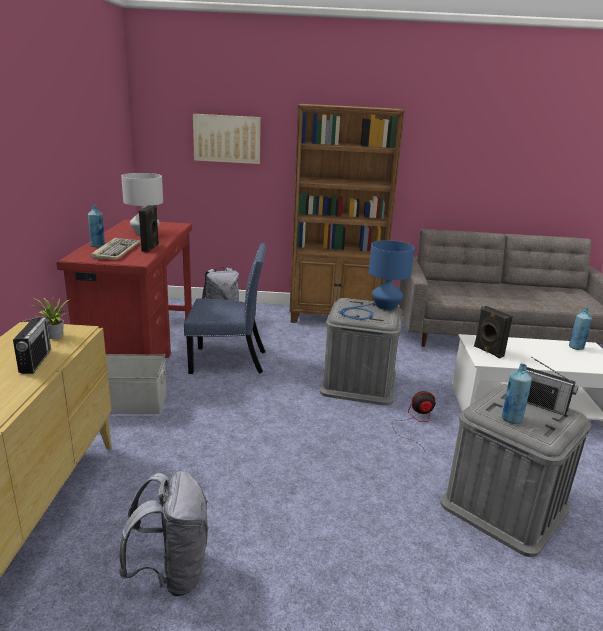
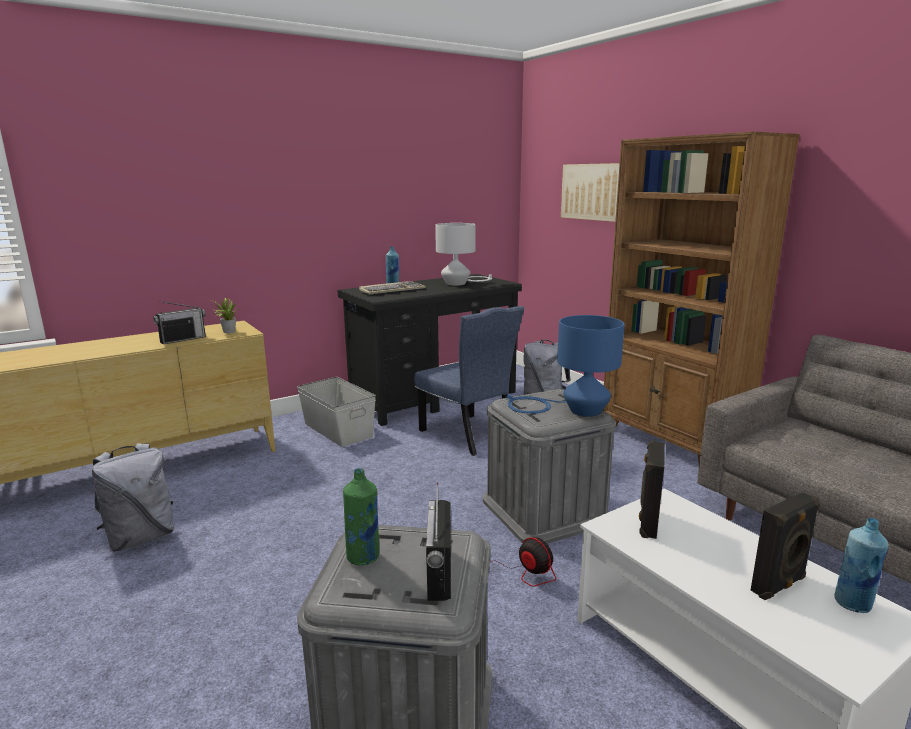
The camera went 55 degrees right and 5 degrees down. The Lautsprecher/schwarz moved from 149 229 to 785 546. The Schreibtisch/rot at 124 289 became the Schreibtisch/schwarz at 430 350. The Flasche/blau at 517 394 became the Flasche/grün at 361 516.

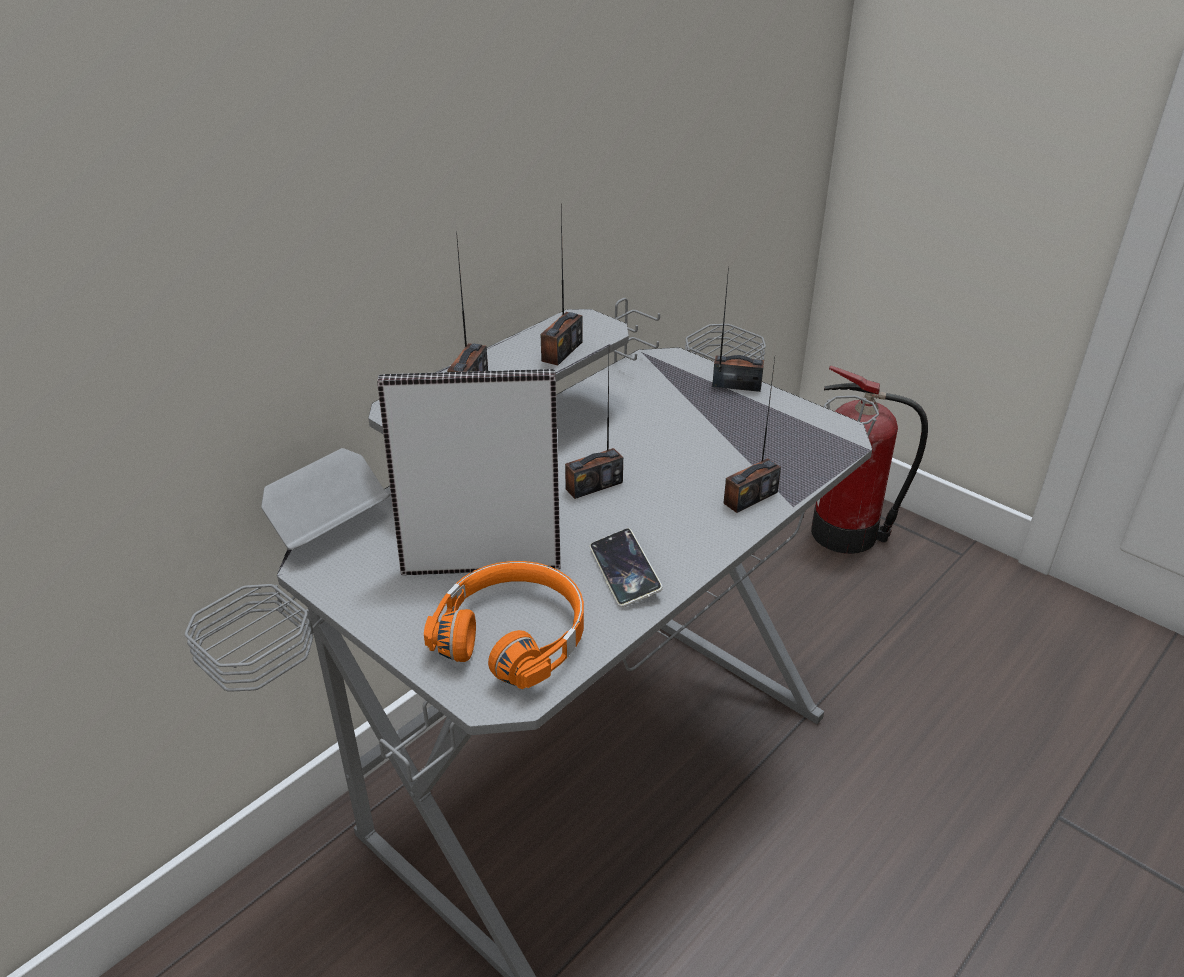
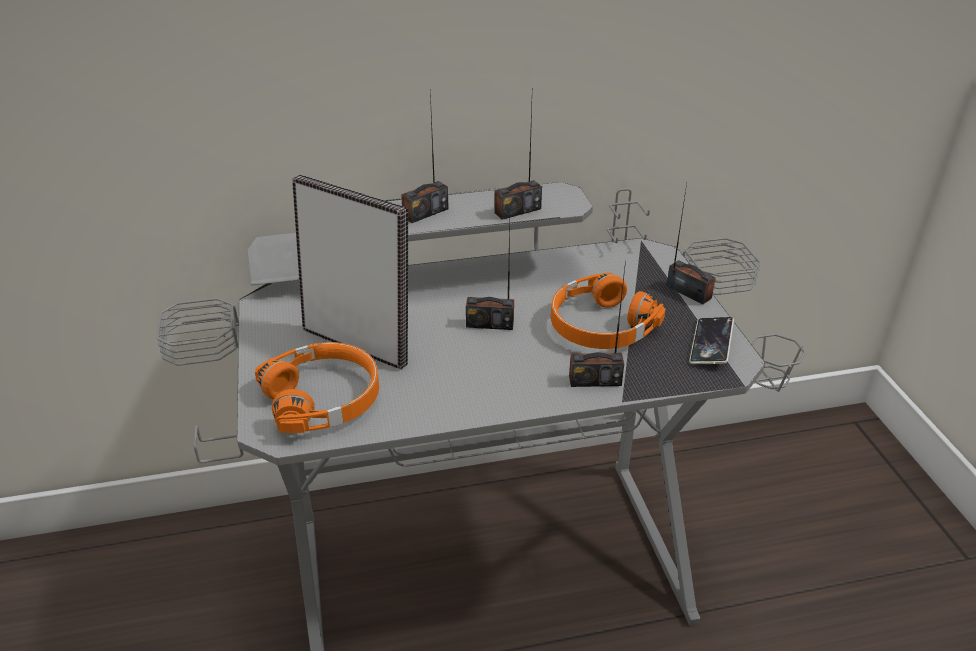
The camera went 35 degrees right and 0 degrees up. The Feuerlöscher at 869 460 disappeared. The Kopfhörer/orange at 608 311 appeared. The Handy moved from 626 567 to 711 340.

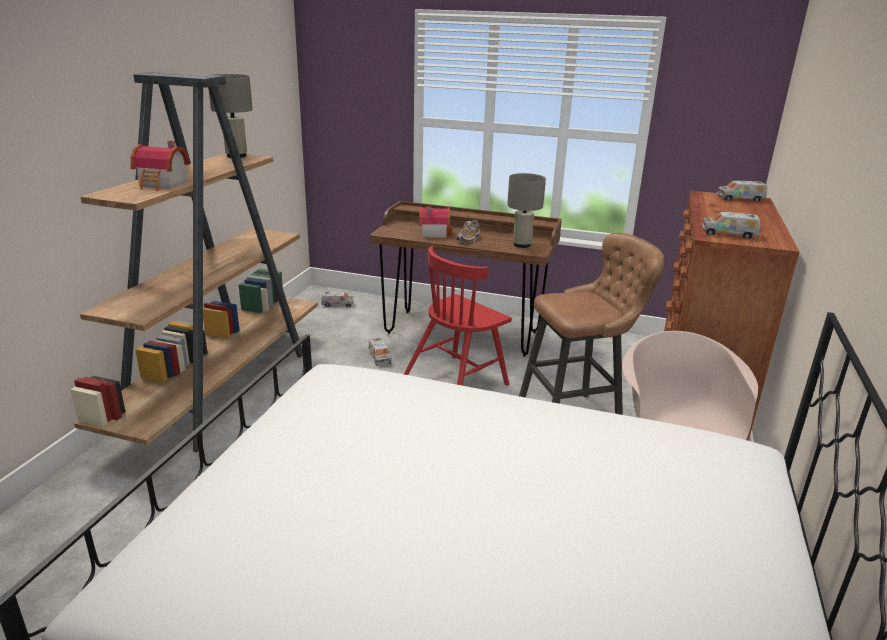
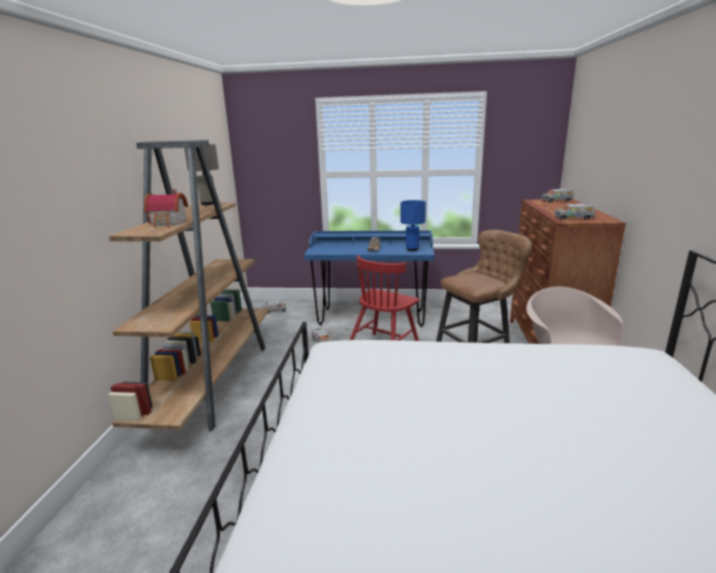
The camera went 10 degrees left and 5 degrees down. The Spielzeughaus at 435 222 disappeared. The Schreibtisch/braun at 466 278 became the Schreibtisch/blau at 369 278. The Tischlampe/grau at 526 210 became the Tischlampe/blau at 413 225.

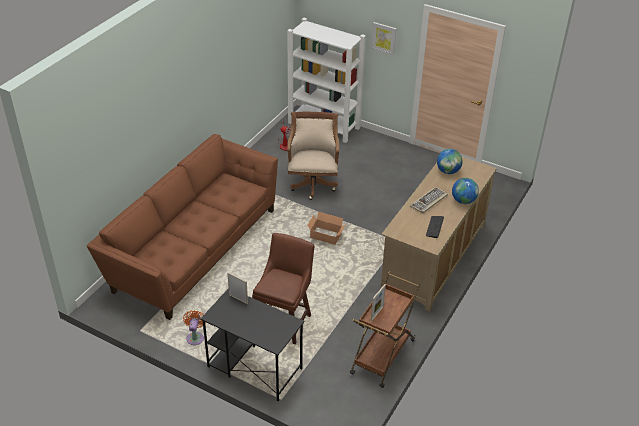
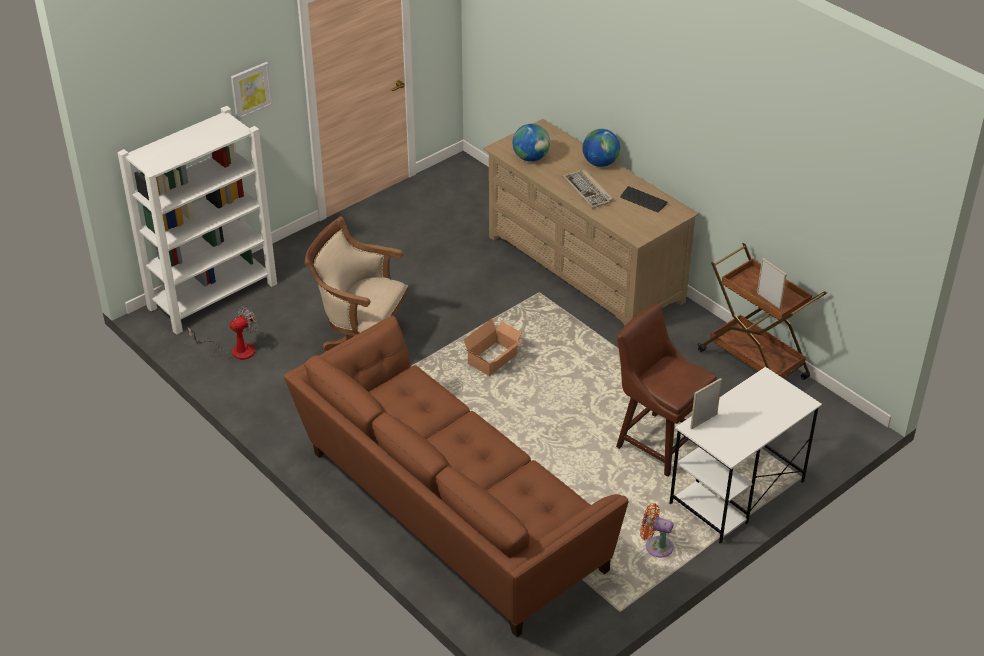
The camera went 70 degrees left and 0 degrees up. The Schreibtisch/schwarz at 252 344 became the Schreibtisch/weiß at 745 455.

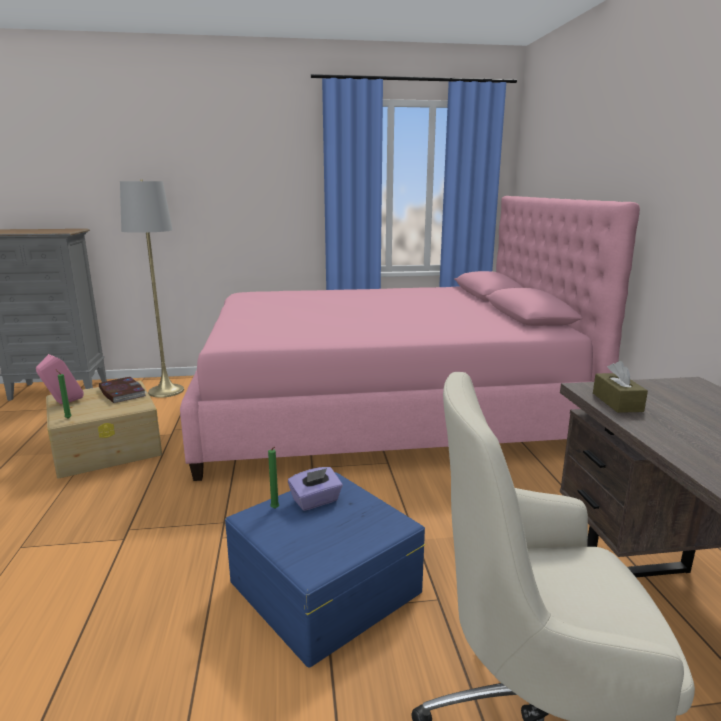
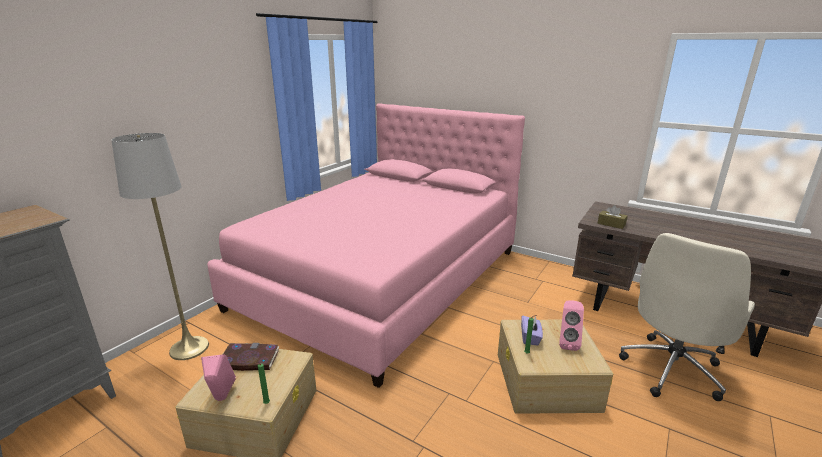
The camera went 50 degrees left and 5 degrees up. The Lautsprecher/rosa at 571 325 appeared. The Aufbewahrungsbox/blau at 325 569 became the Aufbewahrungsbox/beige at 555 367.

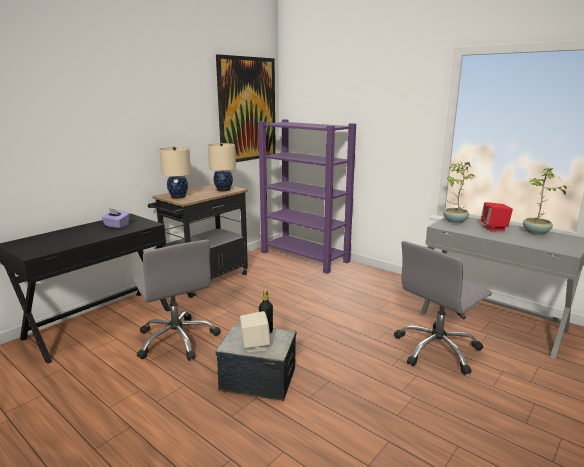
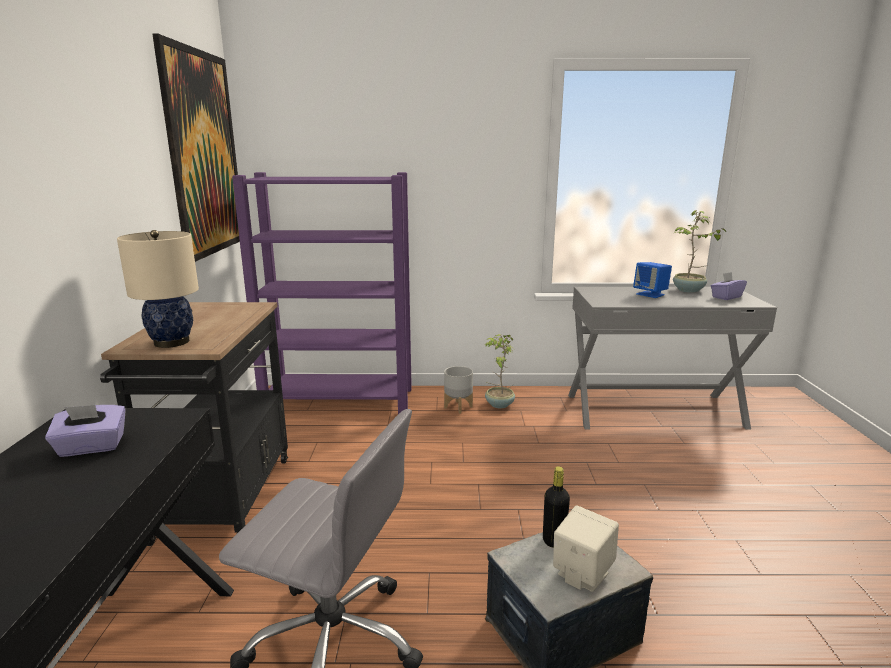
The camera went 40 degrees left and 0 degrees up. The Tischlampe/beige at 222 167 disappeared. The Bürostuhl/grau at 443 308 disappeared. The Pflanzkübel/grau at 458 390 appeared. The Taschentuchbox/lila at 729 286 appeared. The Topfpflanze moved from 459 192 to 500 371. The Lautsprecher/rot at 496 216 became the Lautsprecher/blau at 652 280.

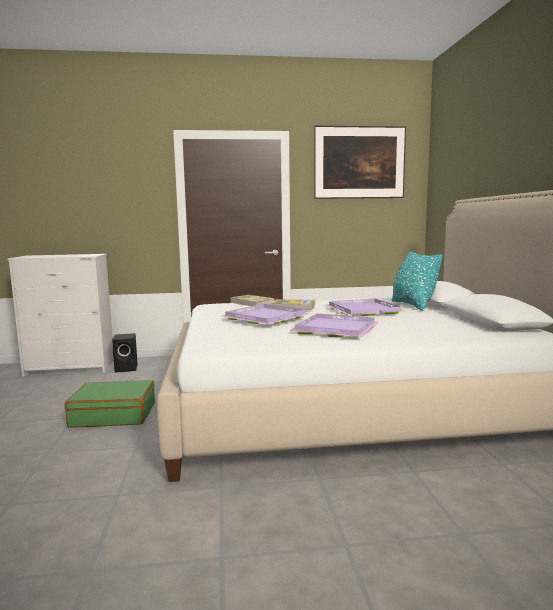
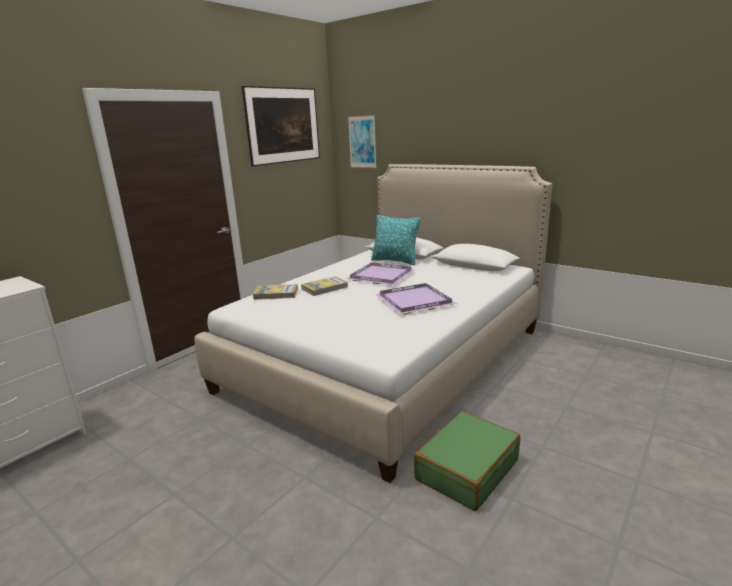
The camera went 45 degrees left and 10 degrees up. The Lautsprecher/schwarz at 125 352 disappeared. The Tablett/lila at 266 314 disappeared. The Bild at 362 141 appeared. The Koffer/grün moved from 110 404 to 467 461.

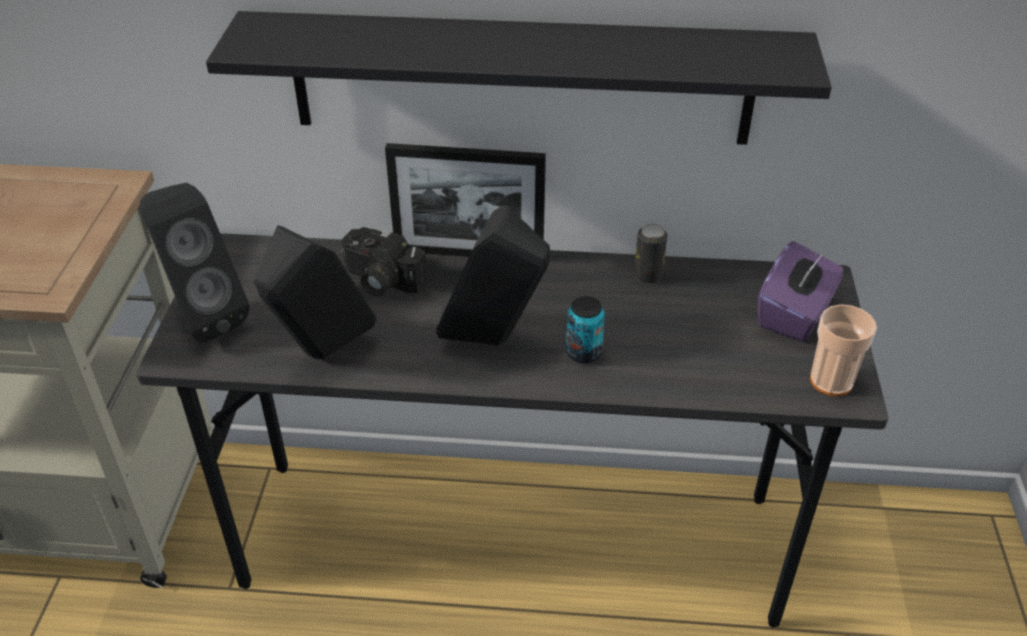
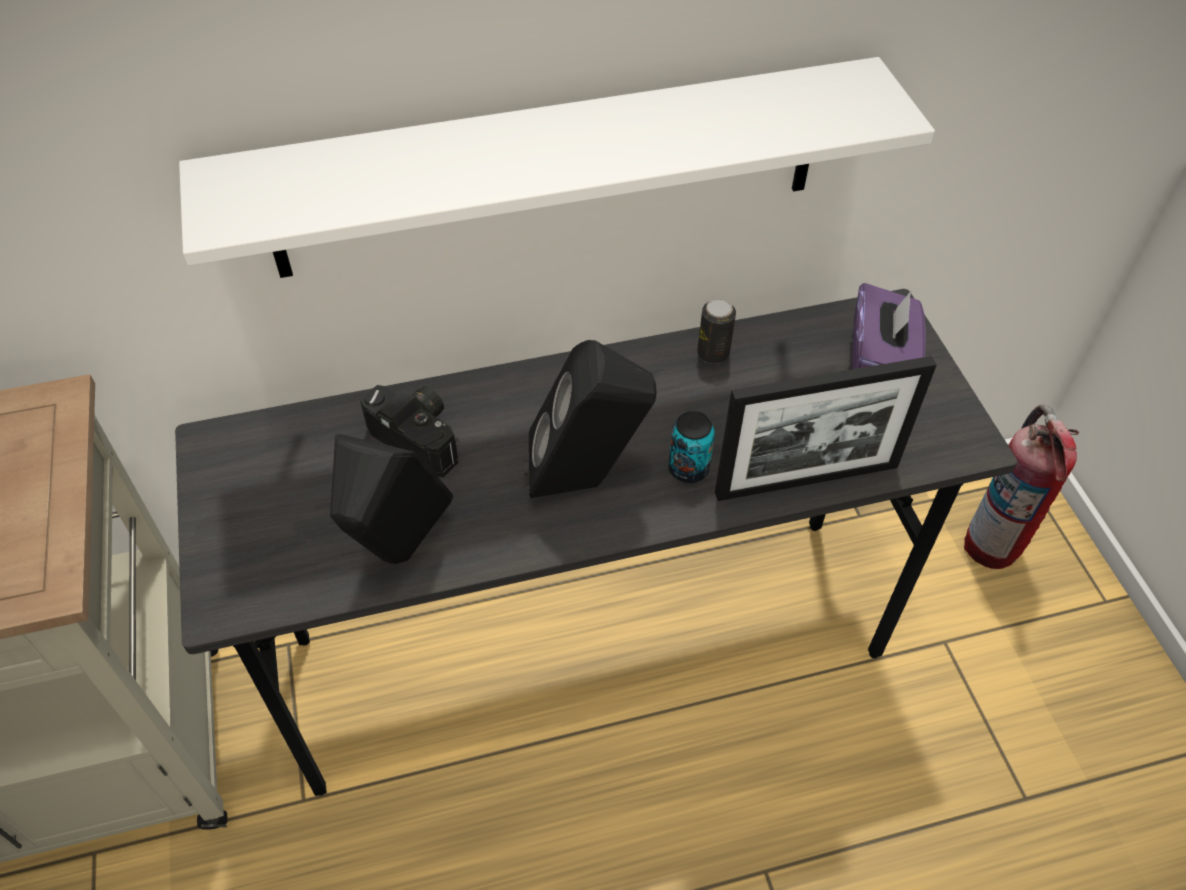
The camera went 20 degrees left and 10 degrees up. The Lautsprecher/schwarz at 194 263 disappeared. The Tasse at 843 350 disappeared. The Feuerlöscher at 1021 487 appeared. The Bilderrahmen moved from 465 200 to 826 428. The Wandregal/schwarz at 519 78 became the Wandregal/weiß at 557 167. The Kamera at 384 261 turned 150 degrees counterclockwise.

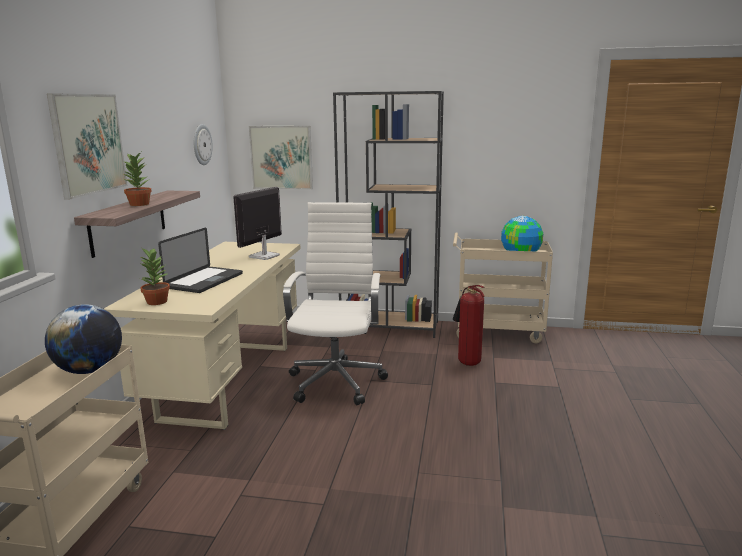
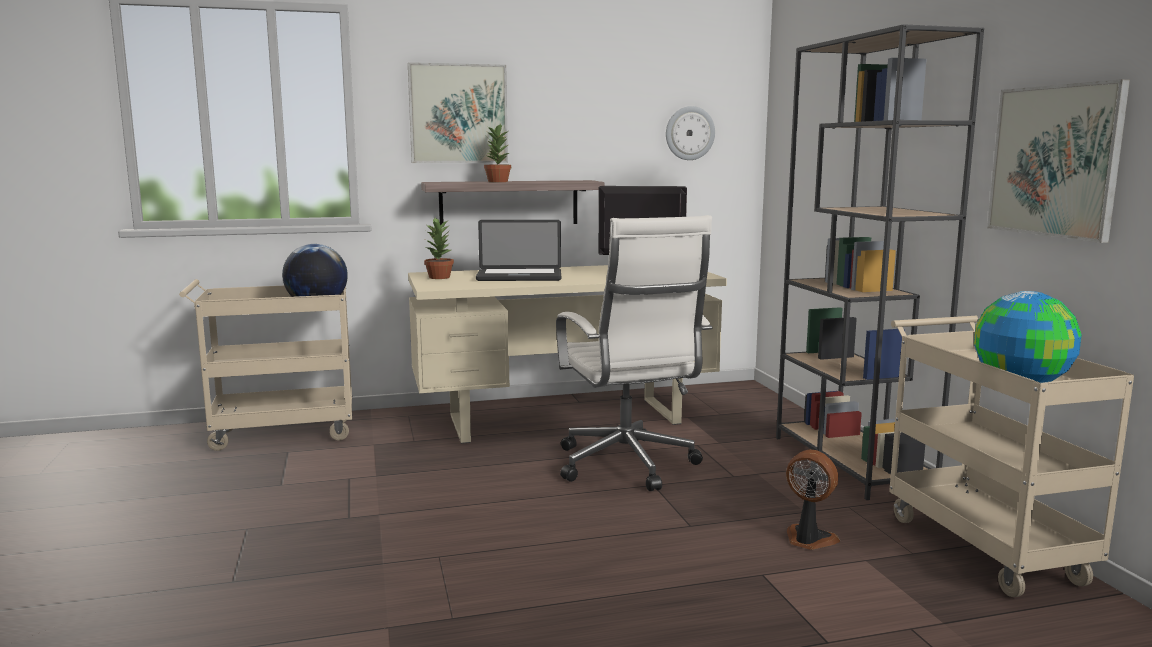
The camera went 65 degrees right and 5 degrees down. The Bild moved from 281 158 to 1058 161. The Feuerlöscher at 469 325 was replaced by the Ventilator at 813 500. The Bürostuhl/weiß at 335 303 turned 90 degrees clockwise.

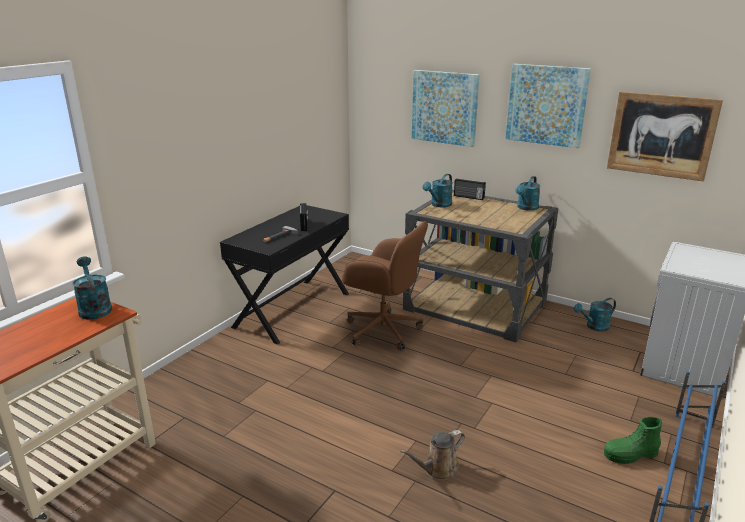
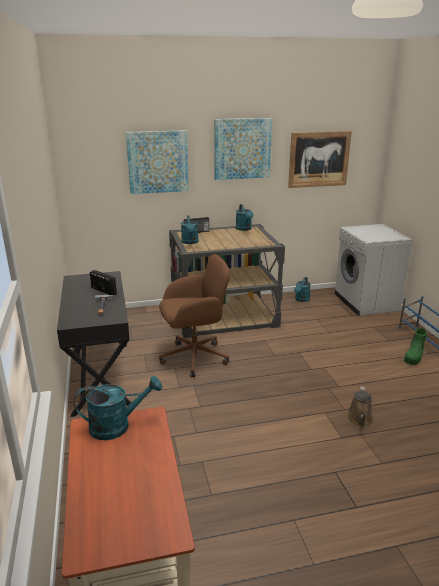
The camera went 45 degrees left and 0 degrees up. The Gießkanne/türkis at 92 288 turned 150 degrees clockwise.

